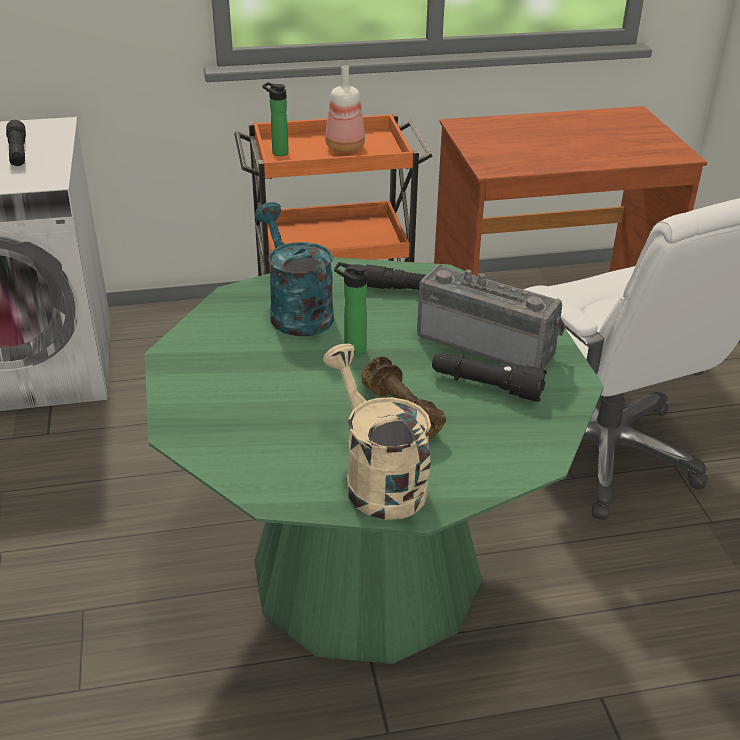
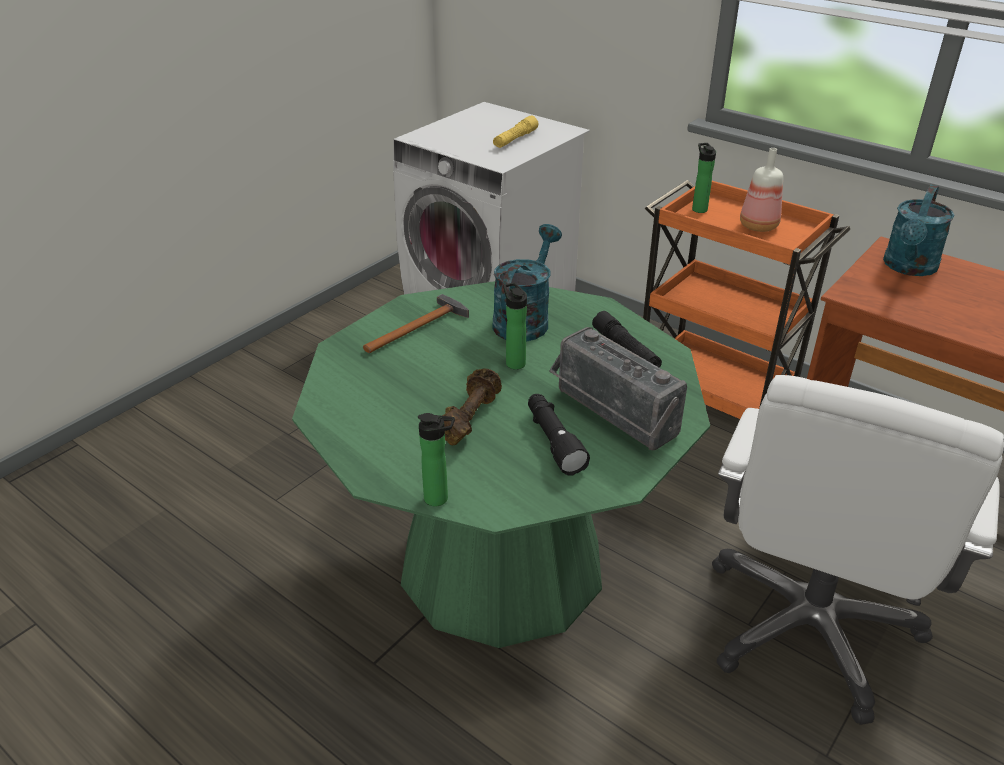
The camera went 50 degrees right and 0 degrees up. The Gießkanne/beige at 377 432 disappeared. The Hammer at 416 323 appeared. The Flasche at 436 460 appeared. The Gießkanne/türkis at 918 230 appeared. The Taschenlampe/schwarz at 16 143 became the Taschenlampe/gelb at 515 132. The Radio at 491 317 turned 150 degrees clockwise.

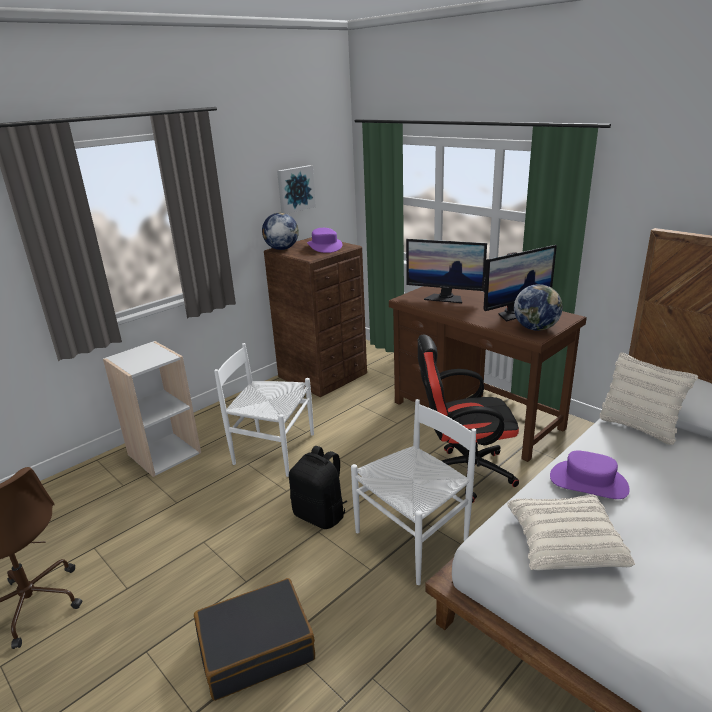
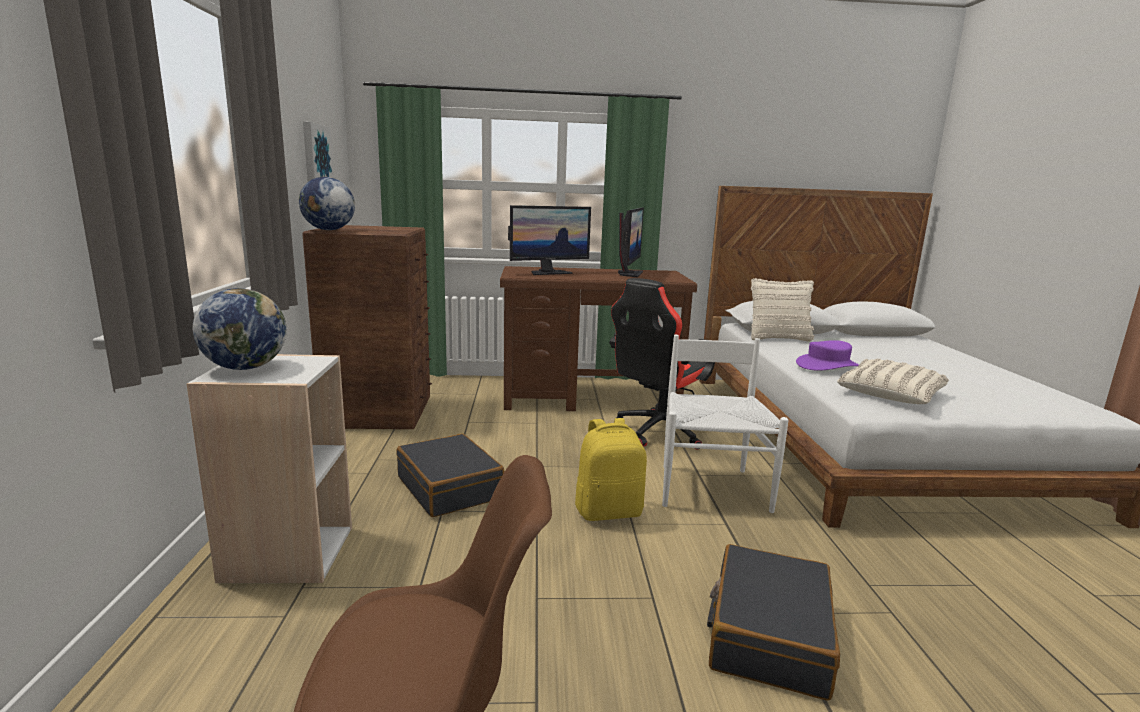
The camera went 50 degrees left and 10 degrees down. The Hut/lila at 324 240 disappeared. The Globus moved from 538 307 to 240 329. The Stuhl/weiß at 264 410 was replaced by the Koffer/schwarz at 450 475. The Rucksack/schwarz at 318 487 became the Rucksack/gelb at 611 469.

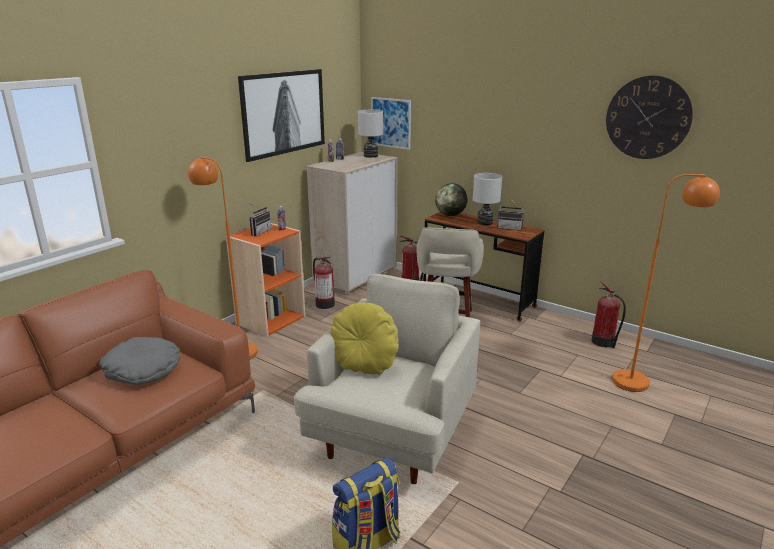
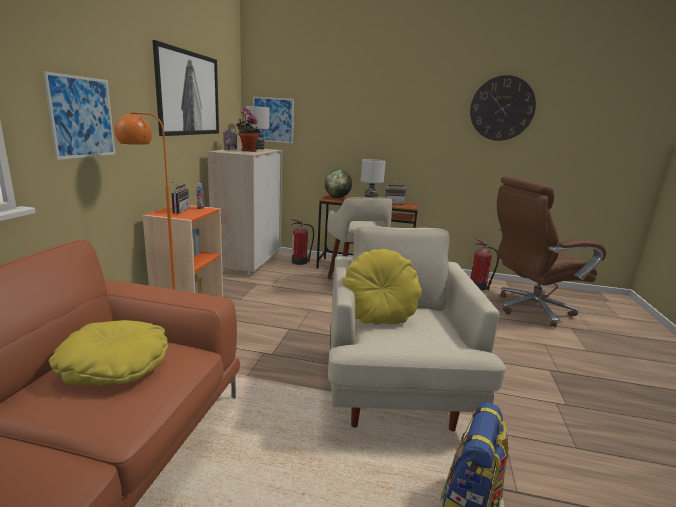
The camera went 25 degrees left and 5 degrees down. The Feuerlöscher at 324 283 disappeared. The Bild at 79 115 appeared. The Topfpflanze at 247 130 appeared. The Stehlampe/orange at 666 283 was replaced by the Bürostuhl/braun at 551 252. The Kissen/grau at 139 361 became the Kissen/gelb at 108 353.

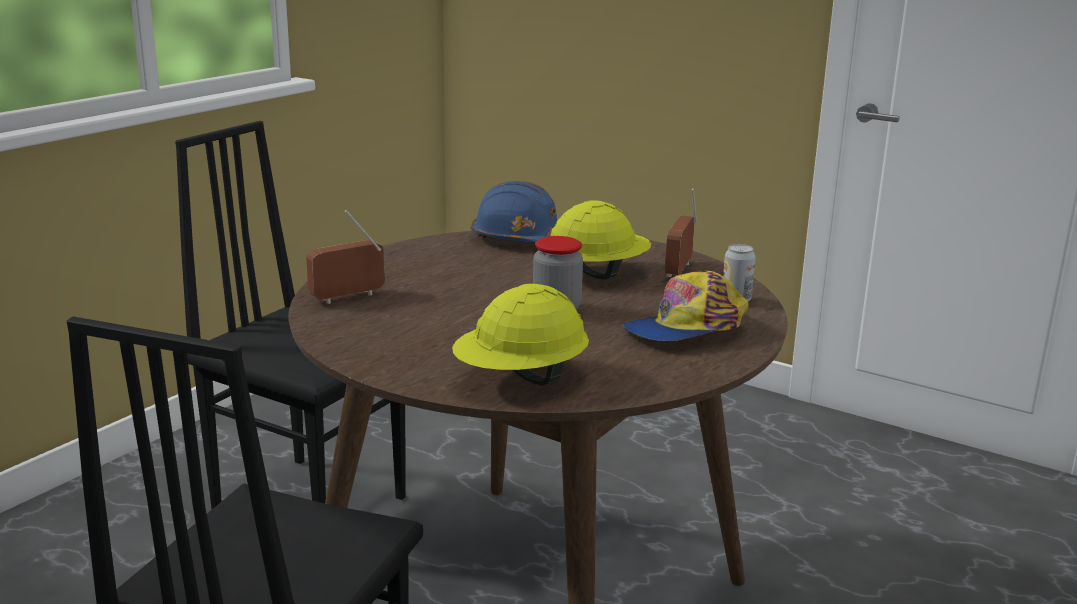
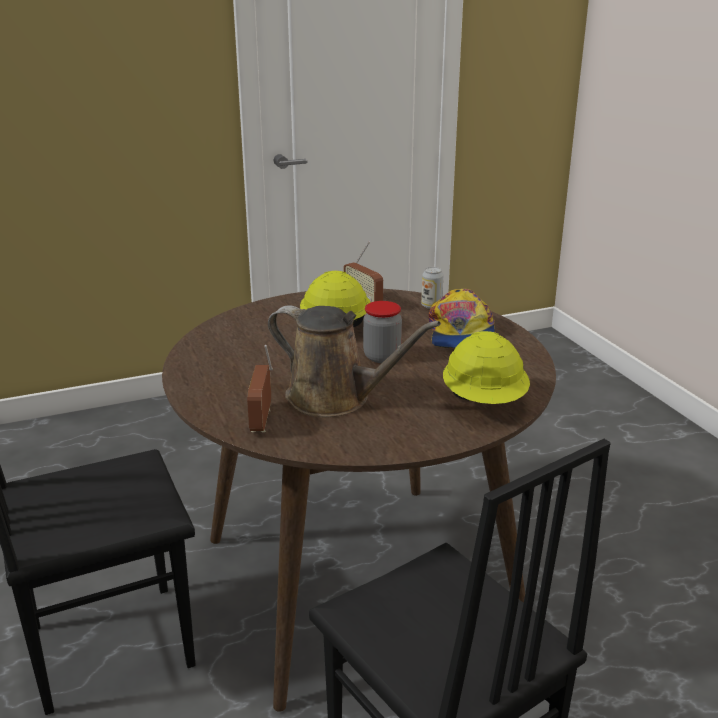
The camera went 55 degrees left and 5 degrees up. The Schutzhelm/blau at 514 211 disappeared. The Gießkanne/braun at 354 361 appeared.

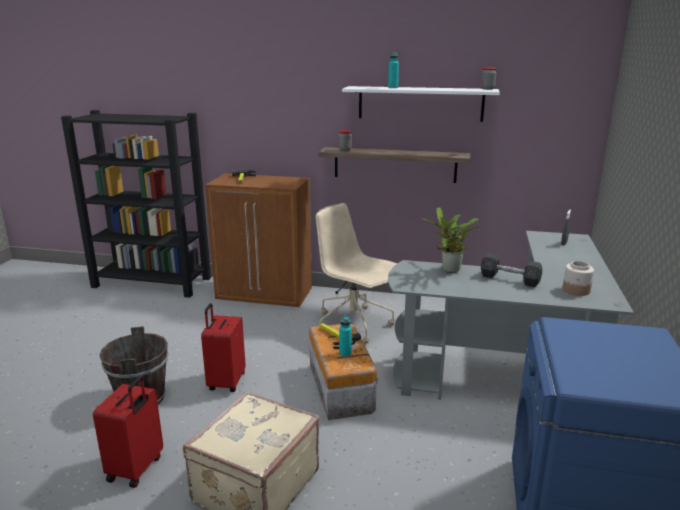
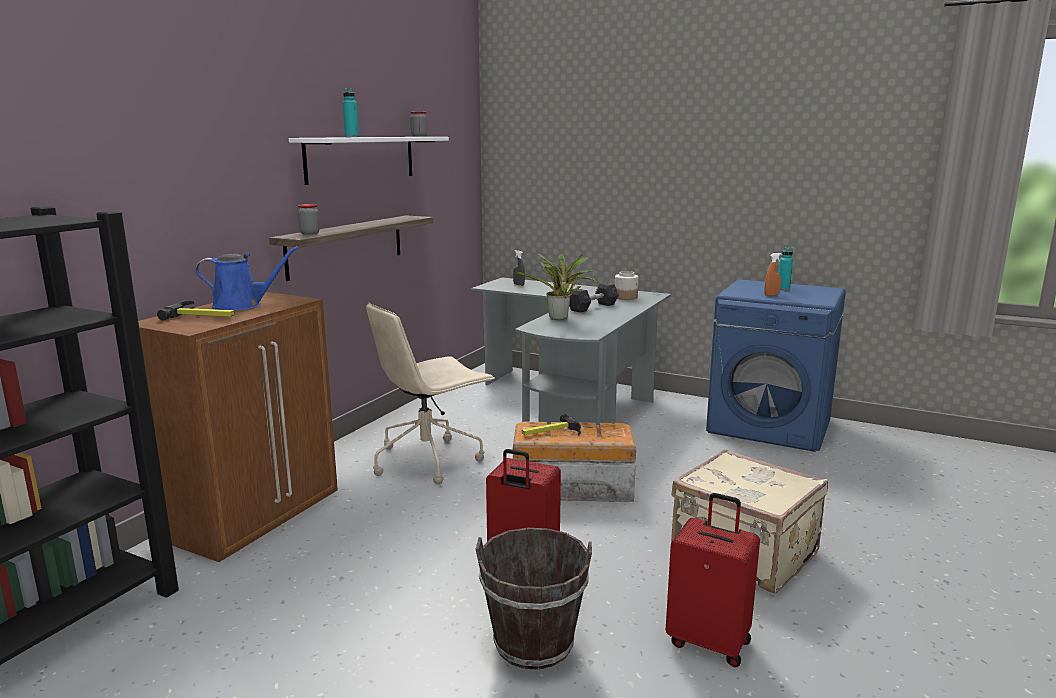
The camera went 75 degrees left and 5 degrees down. The Gießkanne/blau at 247 278 appeared. The Sprühflasche/orange at 773 274 appeared. The Flasche/türkis moved from 345 336 to 786 268.

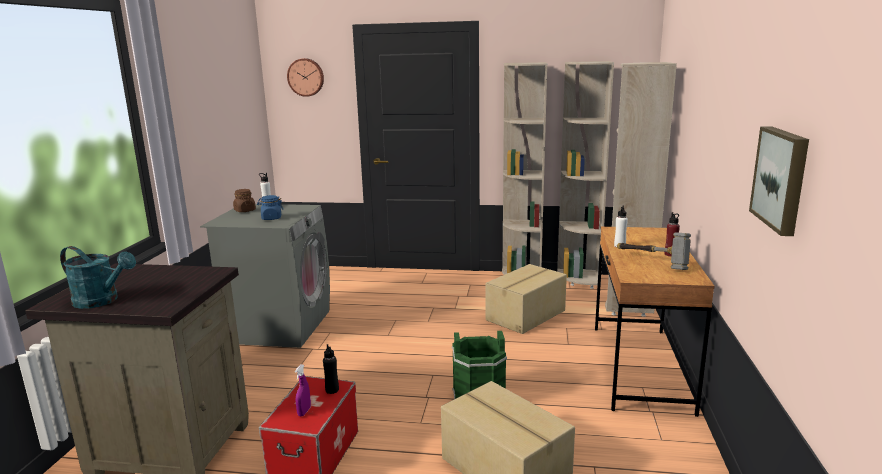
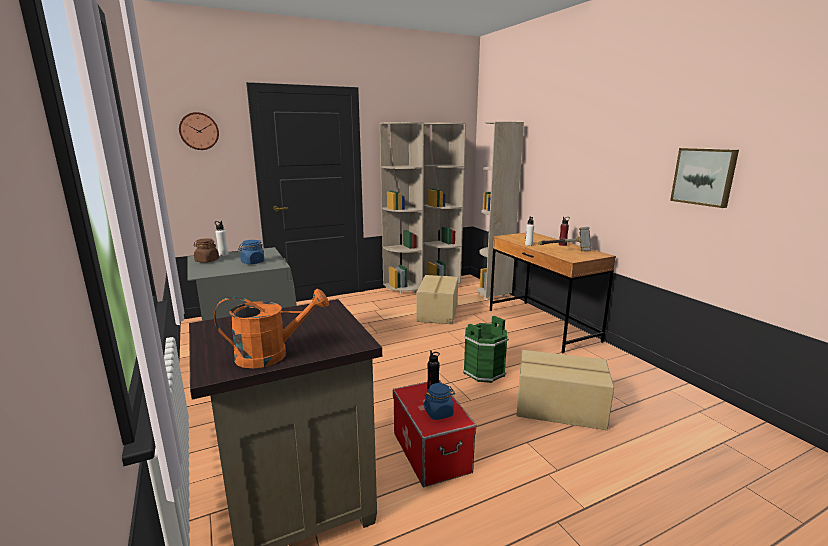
The camera went 35 degrees left and 0 degrees up. The Sprühflasche/lila at 303 390 was replaced by the Vorratsglas/blau at 439 401. The Gießkanne/türkis at 98 277 became the Gießkanne/orange at 271 328.

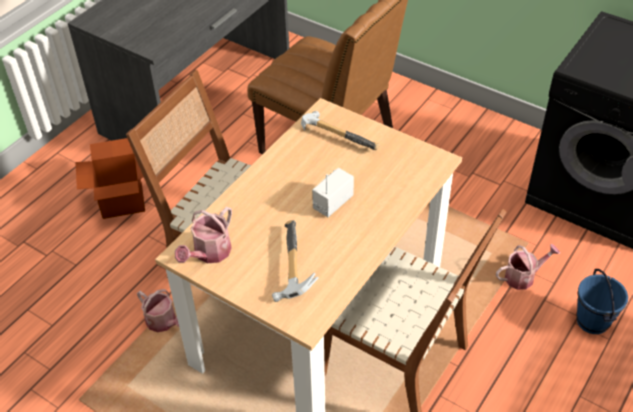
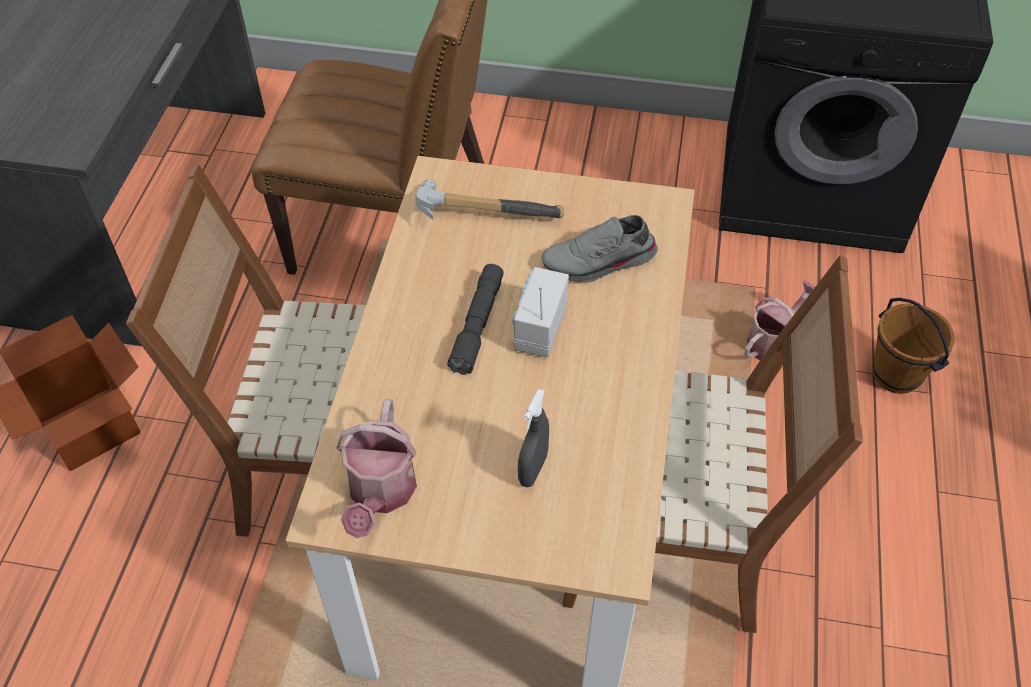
The camera went 25 degrees left and 5 degrees up. The Gießkanne at 158 310 disappeared. The Taschenlampe/grau at 475 319 appeared. The Schuh/grau at 599 249 appeared. The Hammer at 295 261 was replaced by the Sprühflasche/grau at 533 438. The Eimer/blau at 602 301 became the Eimer/braun at 914 346.

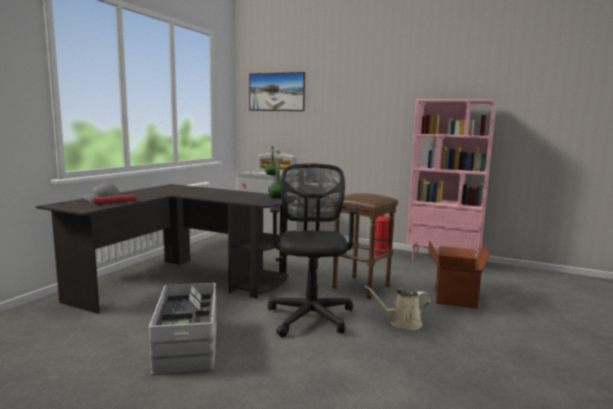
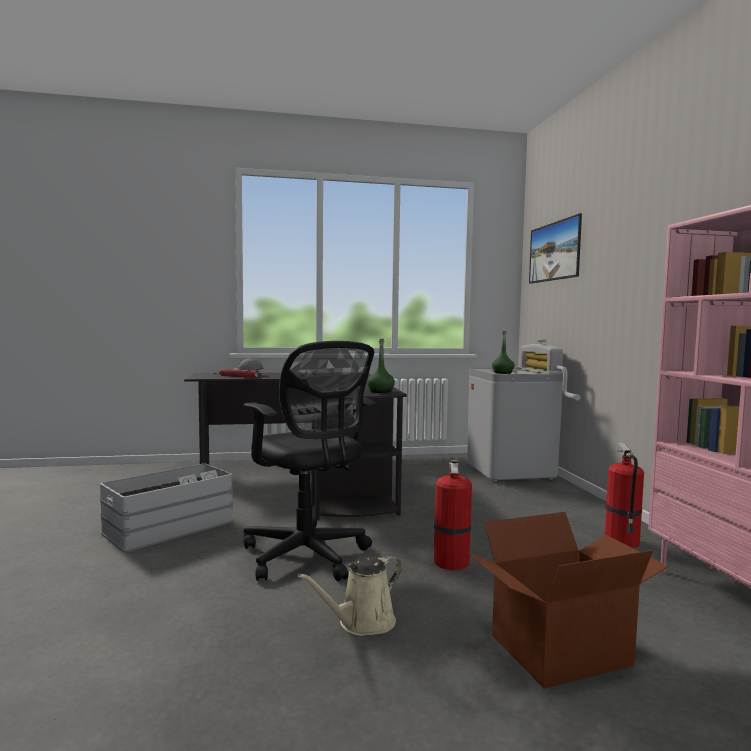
The camera went 55 degrees right and 5 degrees down. The Hocker/braun at 365 246 was replaced by the Feuerlöscher at 453 515. The Bürostuhl/schwarz at 313 250 turned 90 degrees clockwise. The Gießkanne/beige at 397 308 turned 90 degrees counterclockwise.

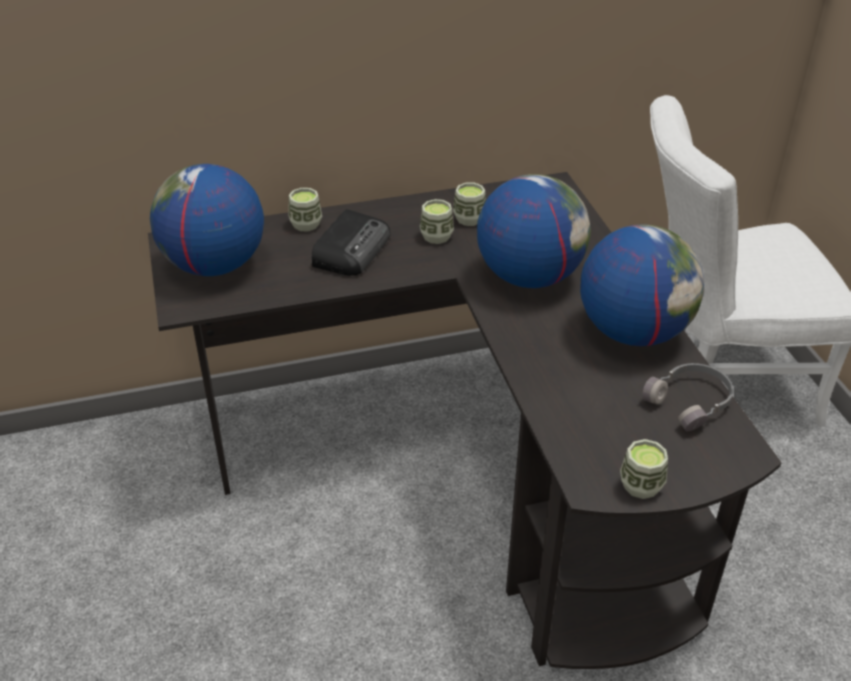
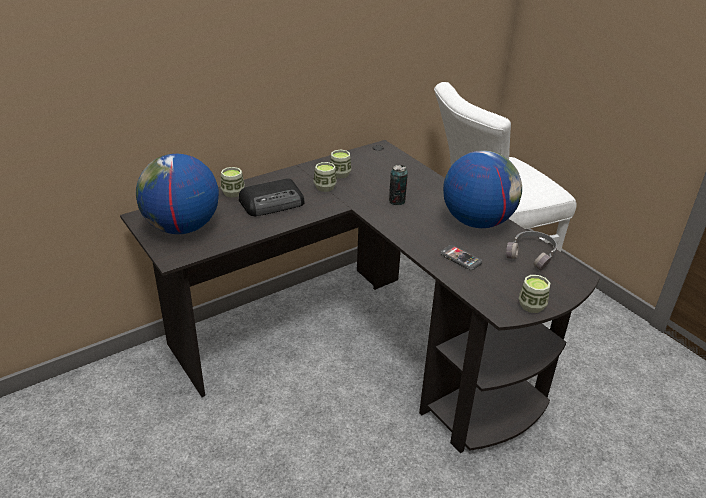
The camera went 20 degrees left and 5 degrees down. The Handy at 461 257 appeared. The Globus at 534 231 was replaced by the Dose at 398 185. The Radio at 351 242 turned 60 degrees clockwise.

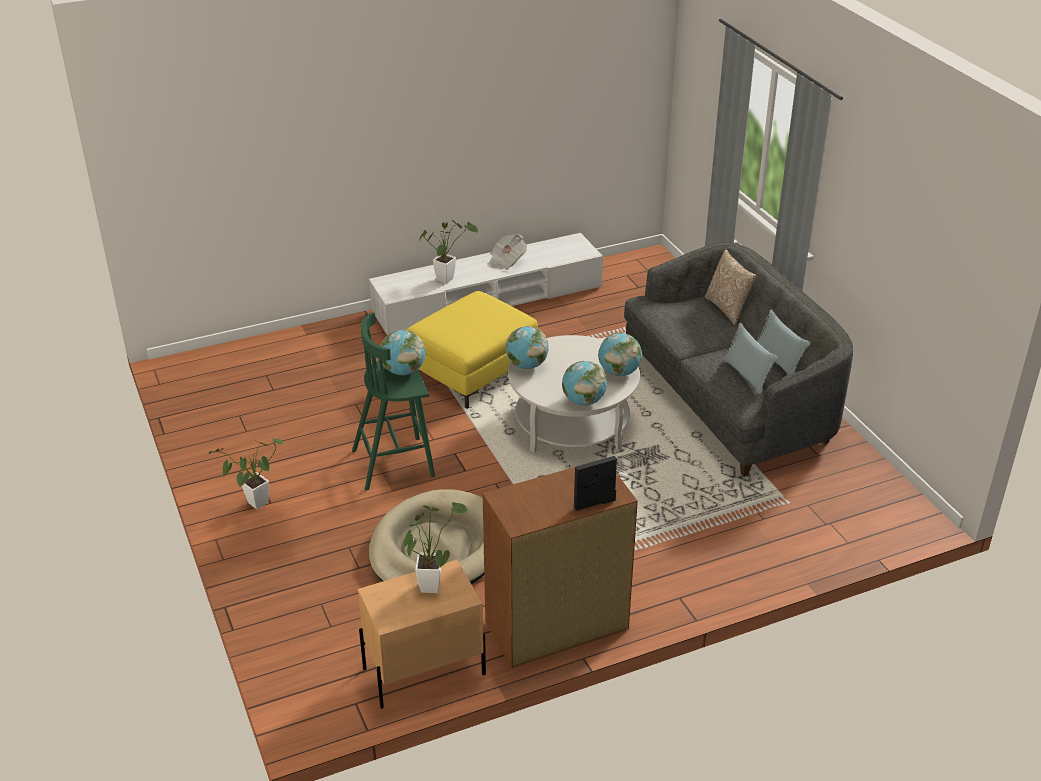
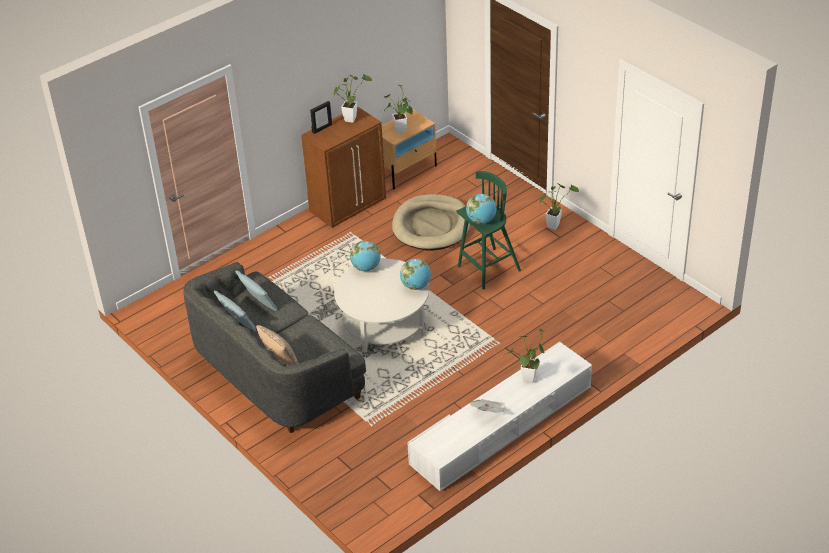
The camera went 165 degrees right and 5 degrees up. The Polsterhocker/gelb at 472 350 disappeared. The Globus at 620 354 disappeared. The Topfpflanze at 353 98 appeared.

